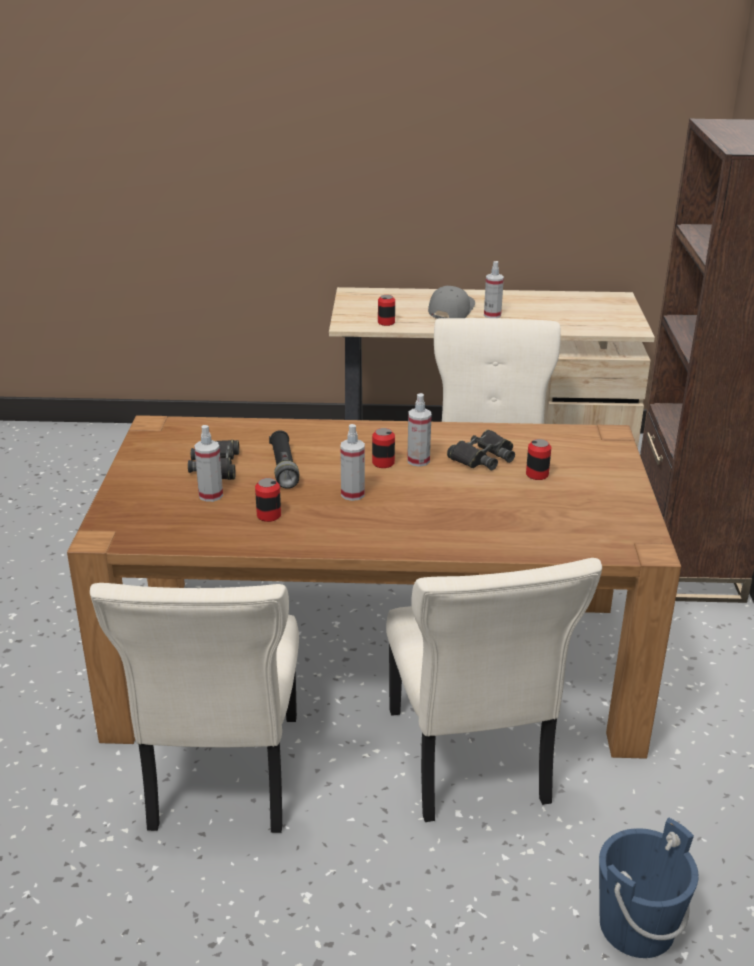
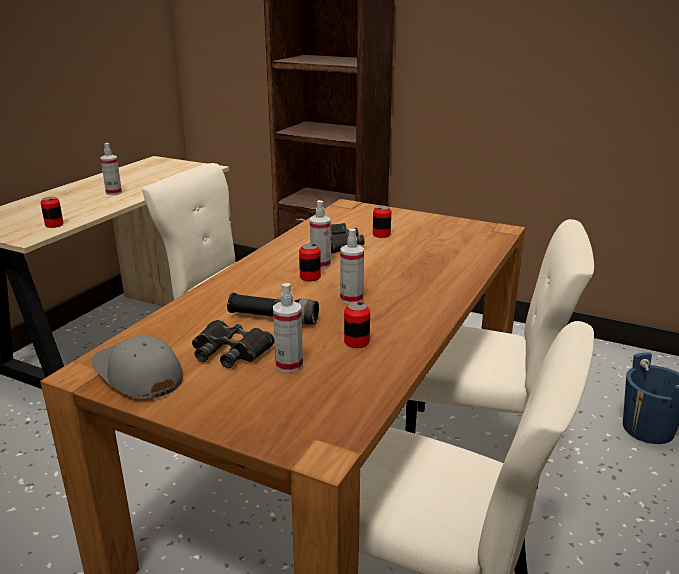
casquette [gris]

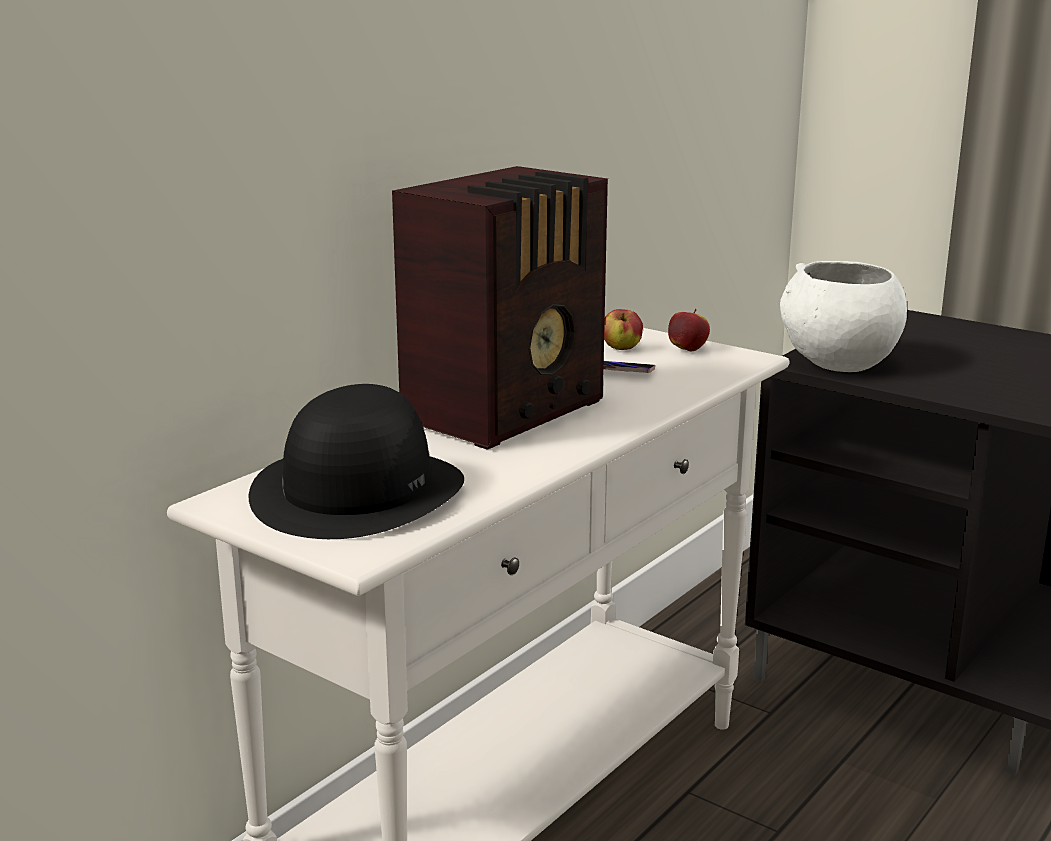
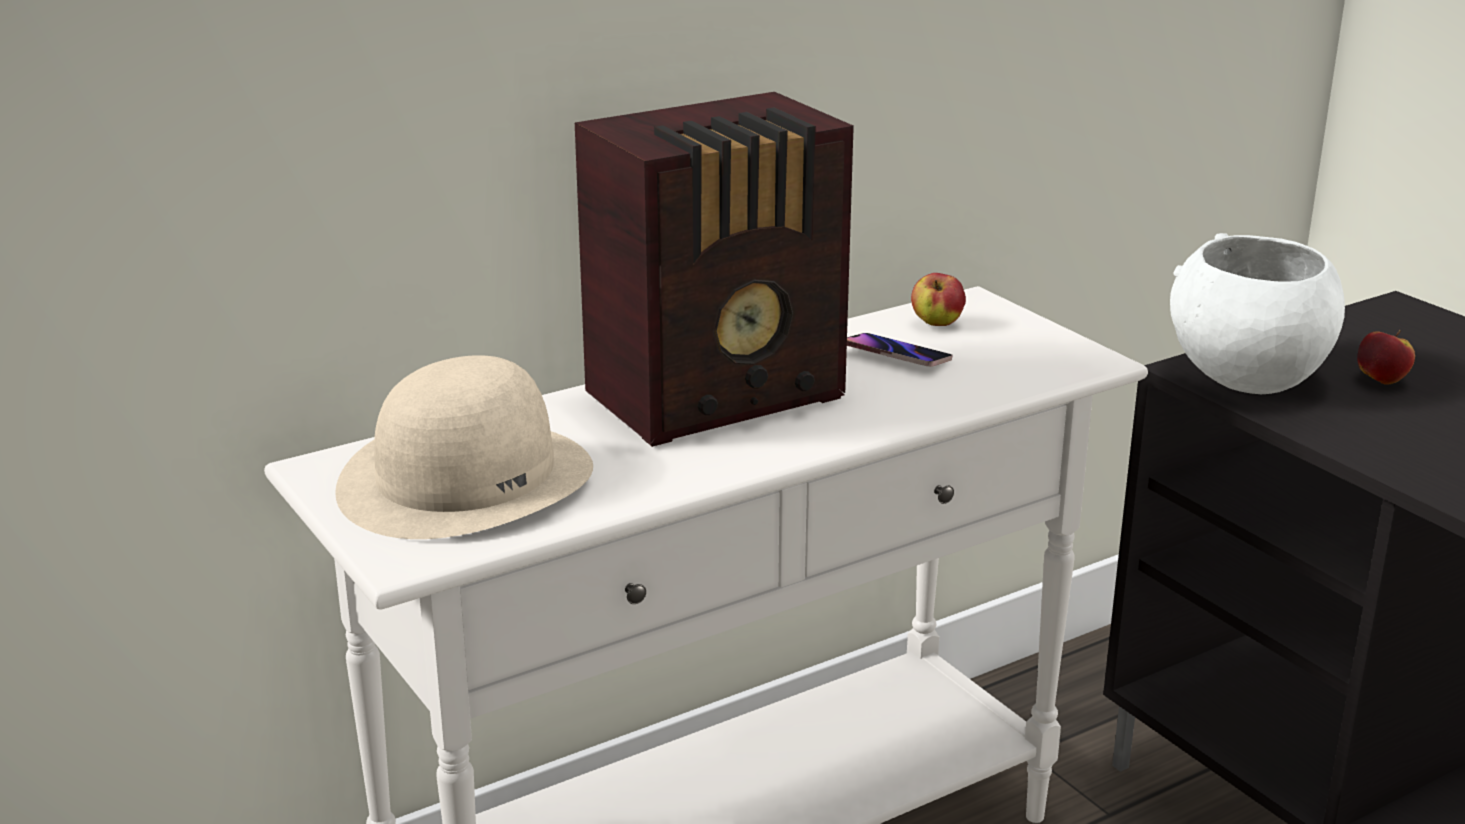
chapeau [beige]; pomme (no. 2 from left)

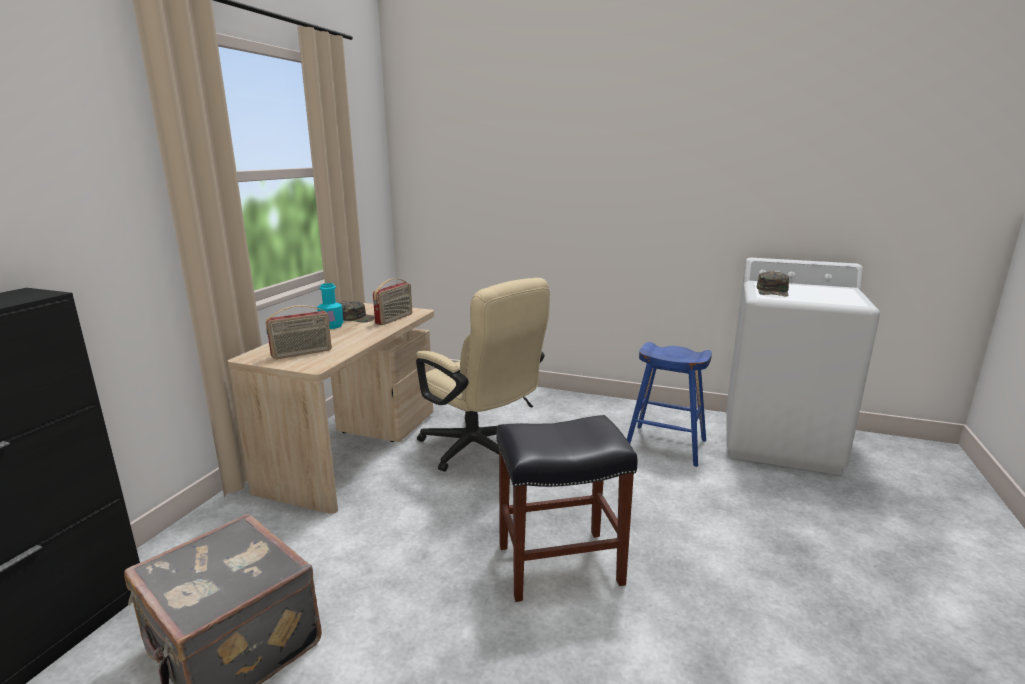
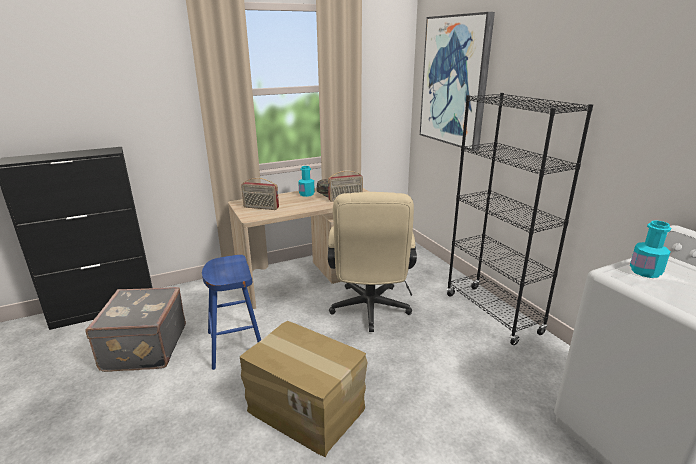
tabouret [bleu]; carton; tableau; bibliothèque [noir]; bouteille [turquoise] (no. 2 from left)

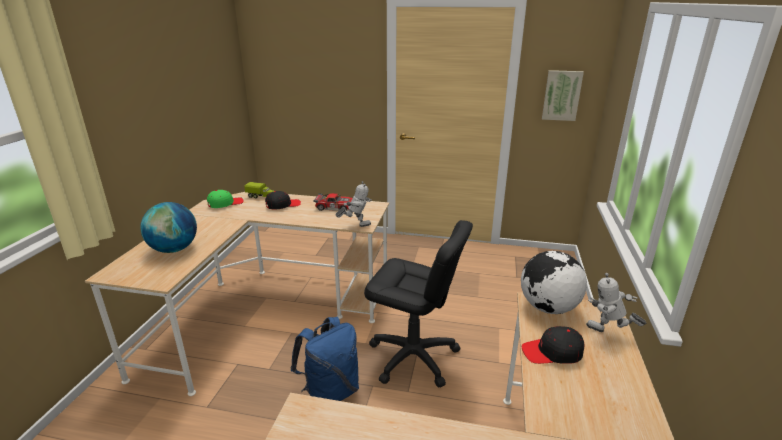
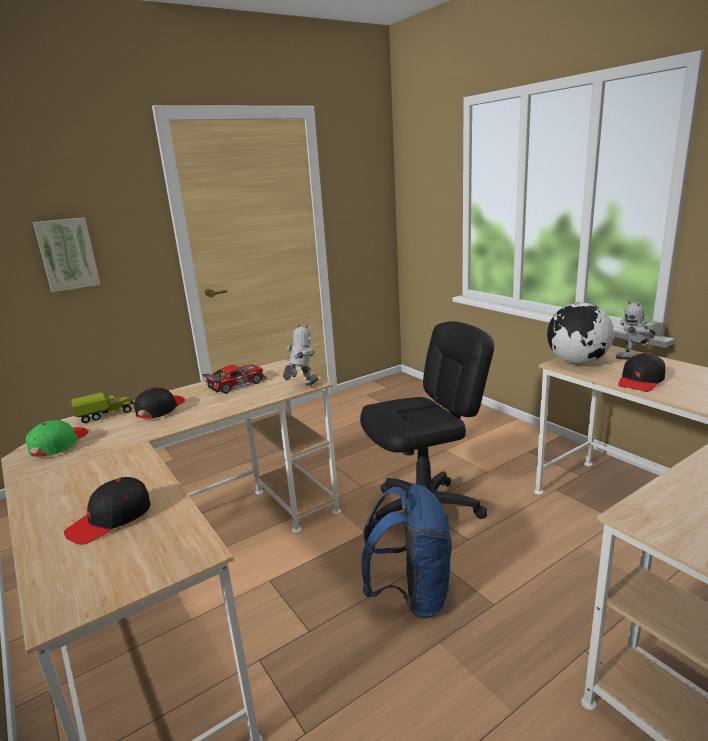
tableau; casquette [noir] (no. 1 from left)

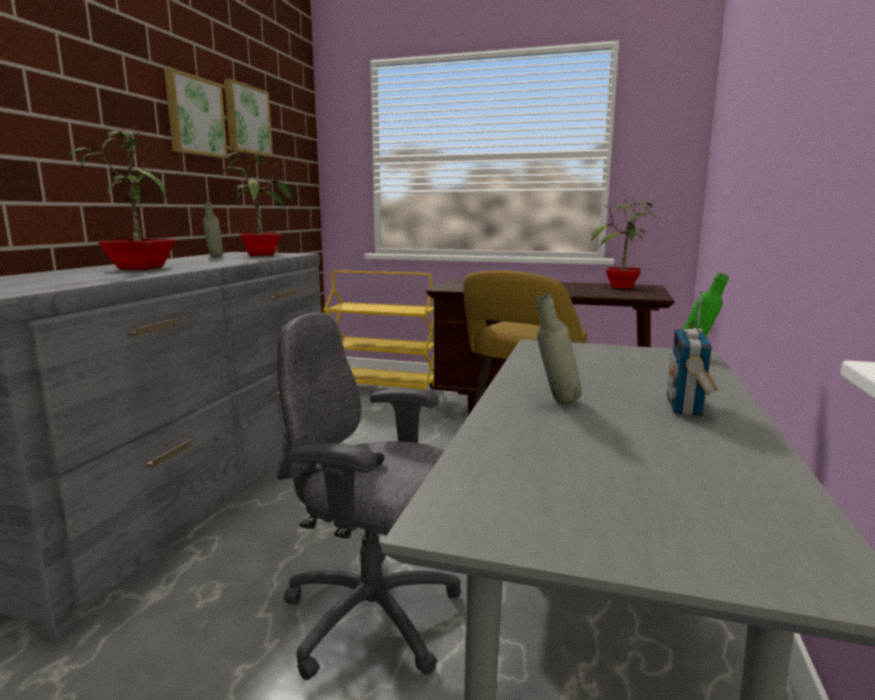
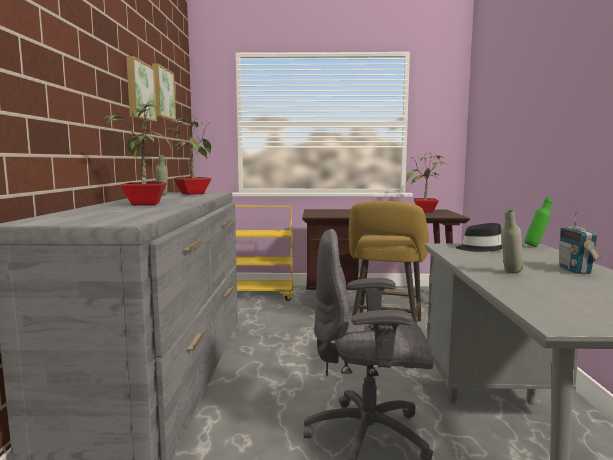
chapeau [noir]

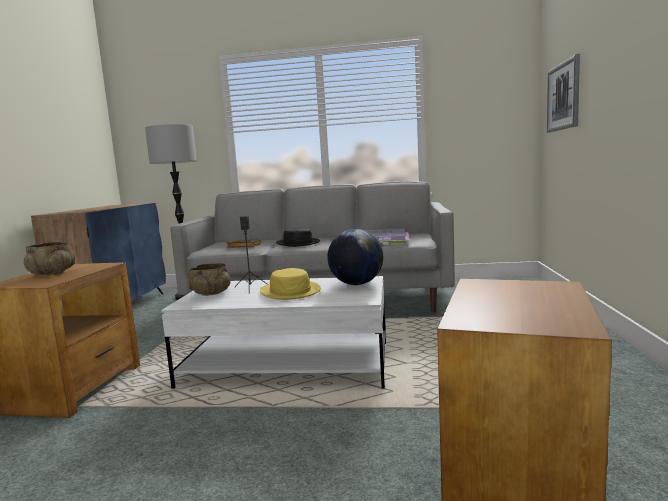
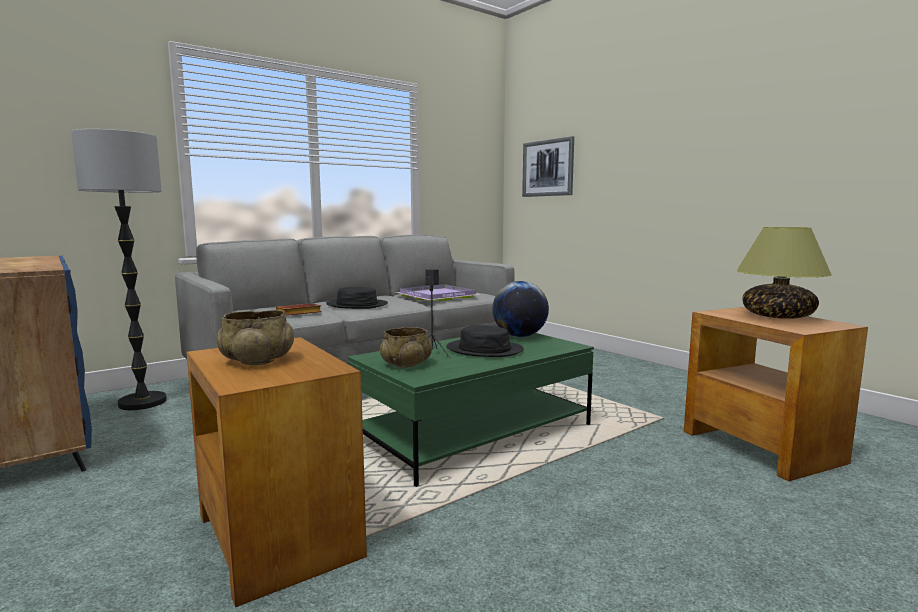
table basse [vert]; chapeau [noir] (no. 2 from left); lampe de table

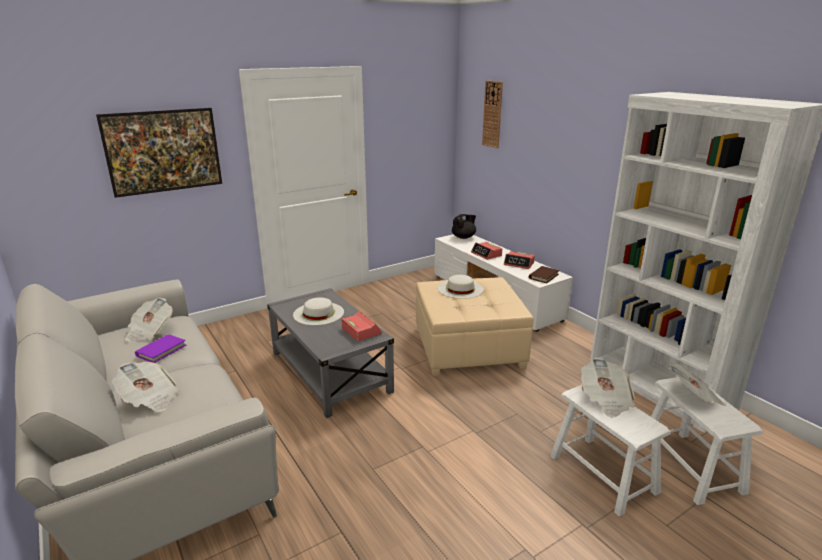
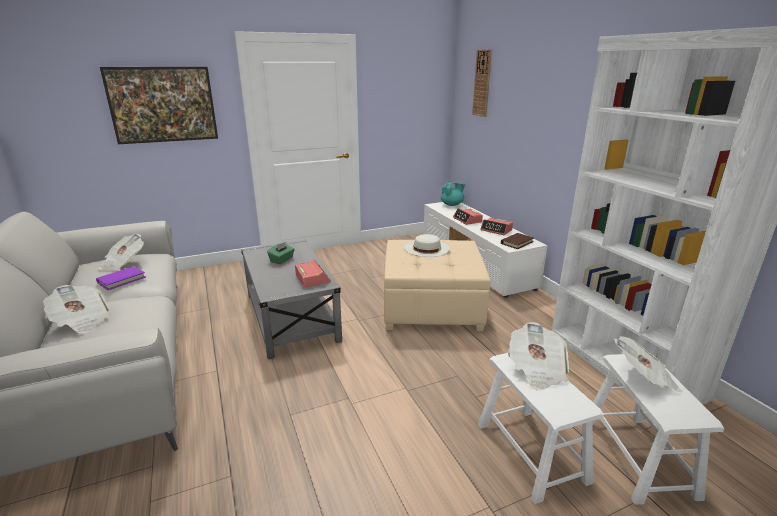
boîte à mouchoirs [vert]; théière [turquoise]

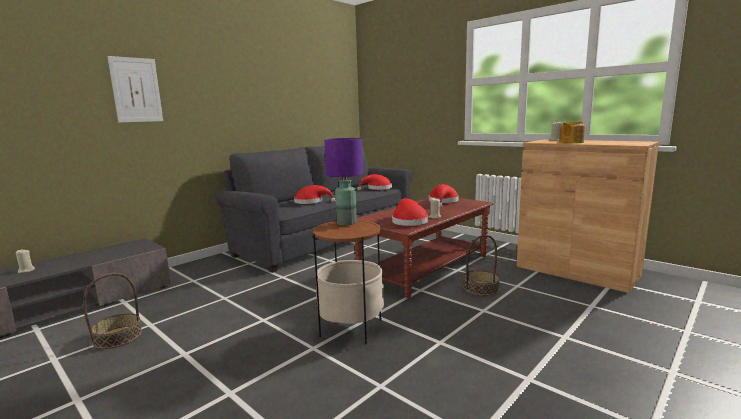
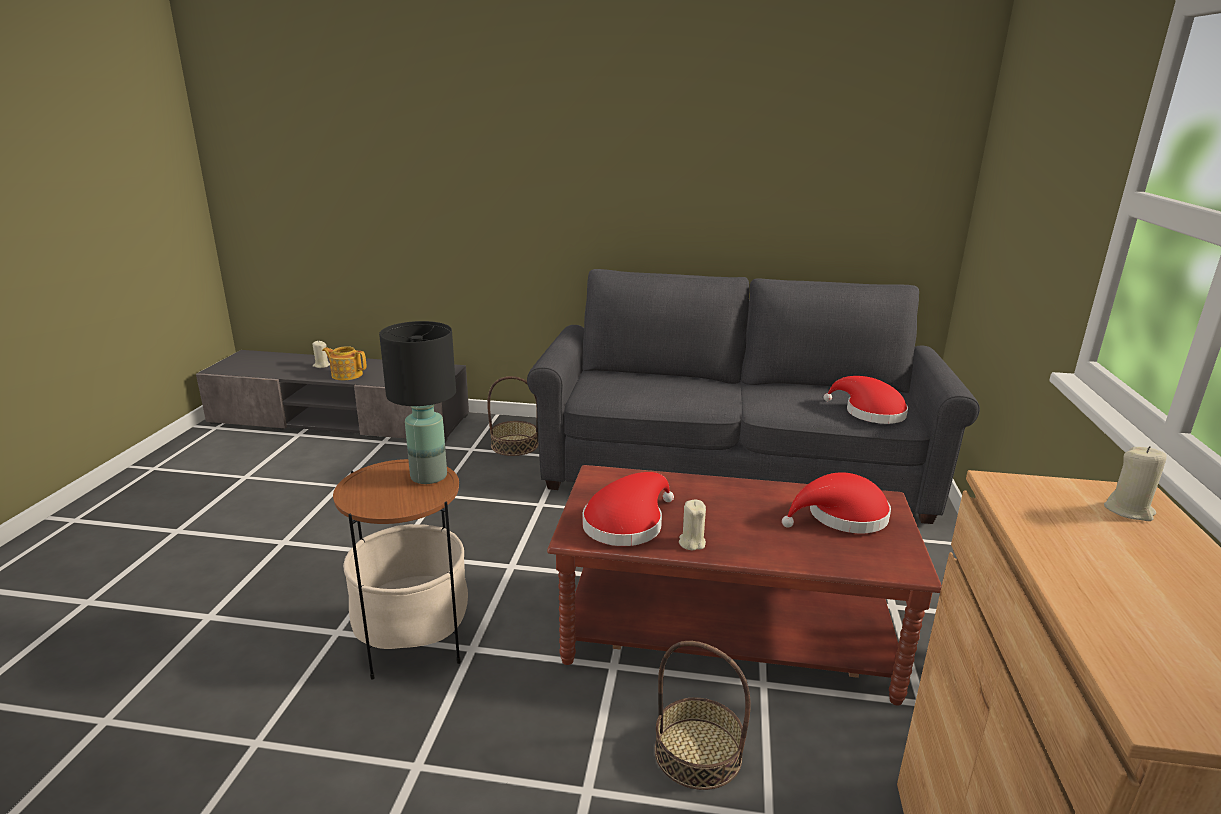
théière; lampe de table [noir]; panier (no. 1 from left); tableau; chapeau [rouge] (no. 1 from left in the first image)

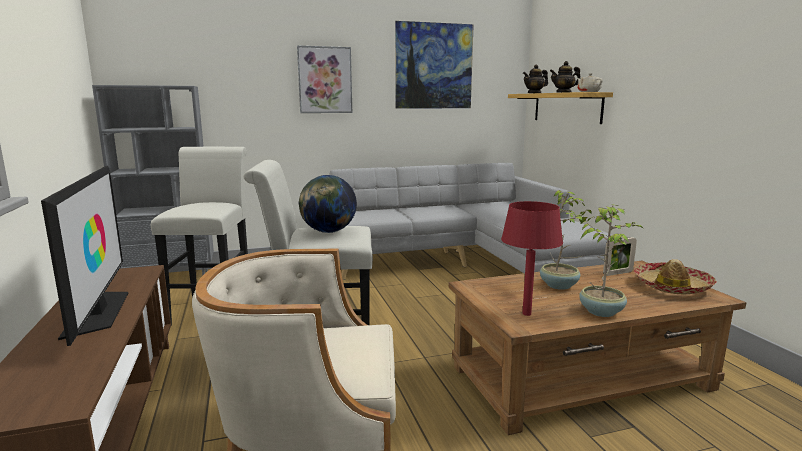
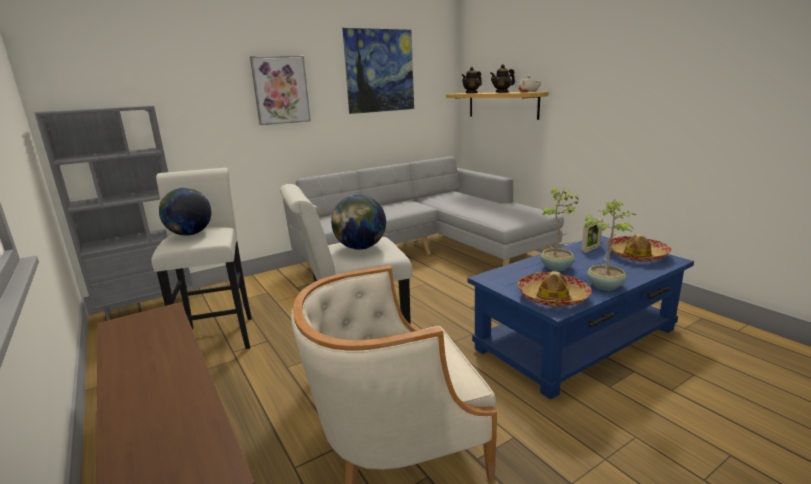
globe (no. 1 from left); table basse [bleu]; chapeau (no. 1 from left); téléviseur

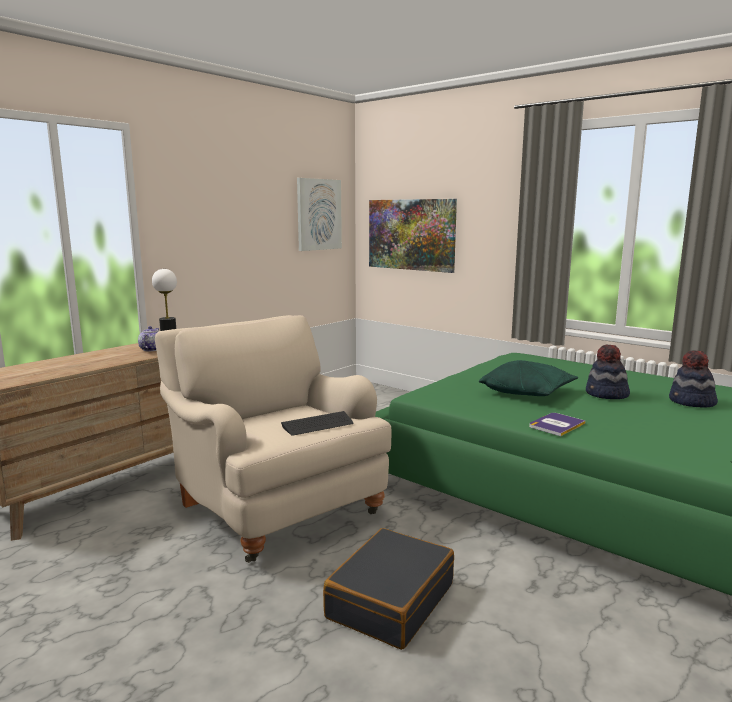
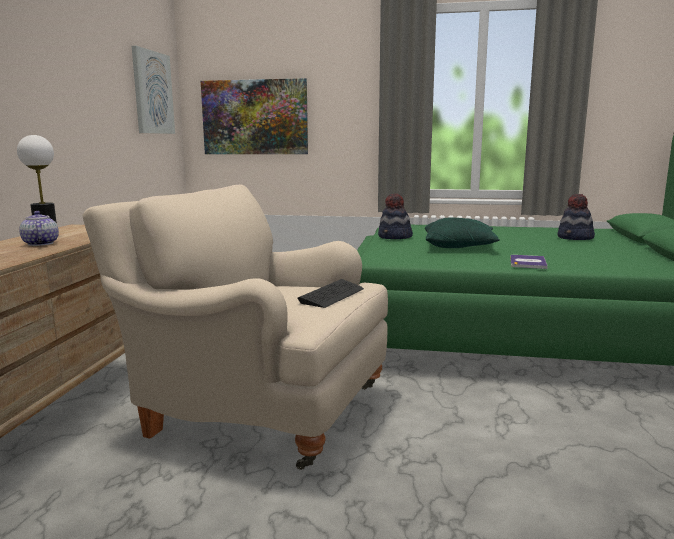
chapeau (no. 1 from left); valise [noir]

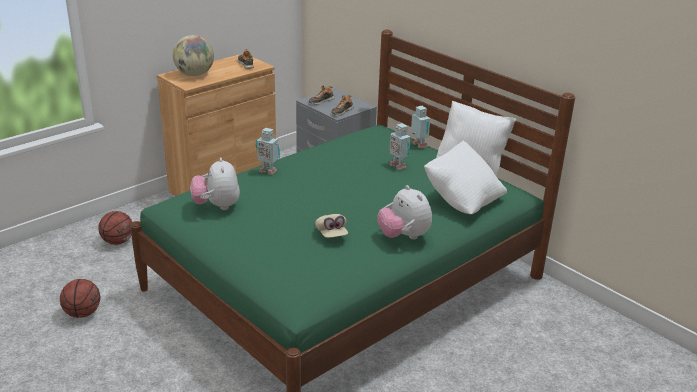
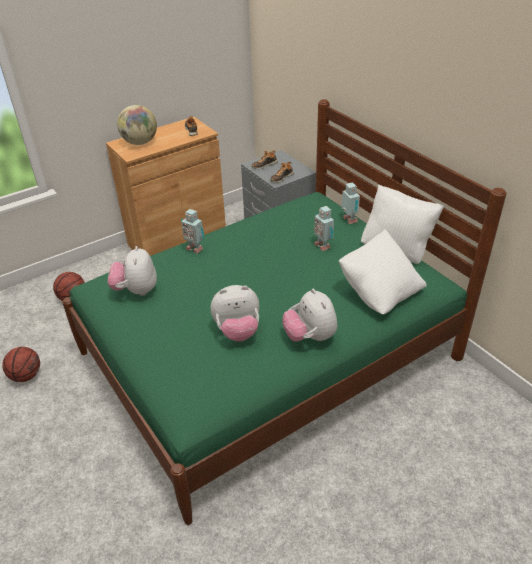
peluche (no. 2 from left)

